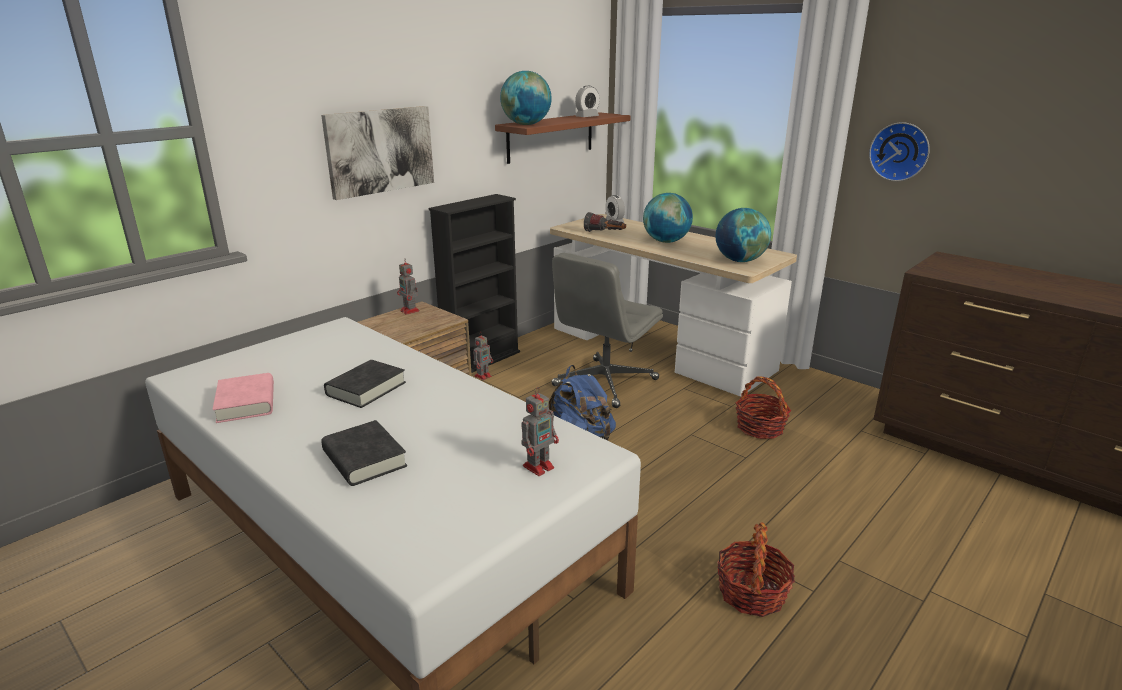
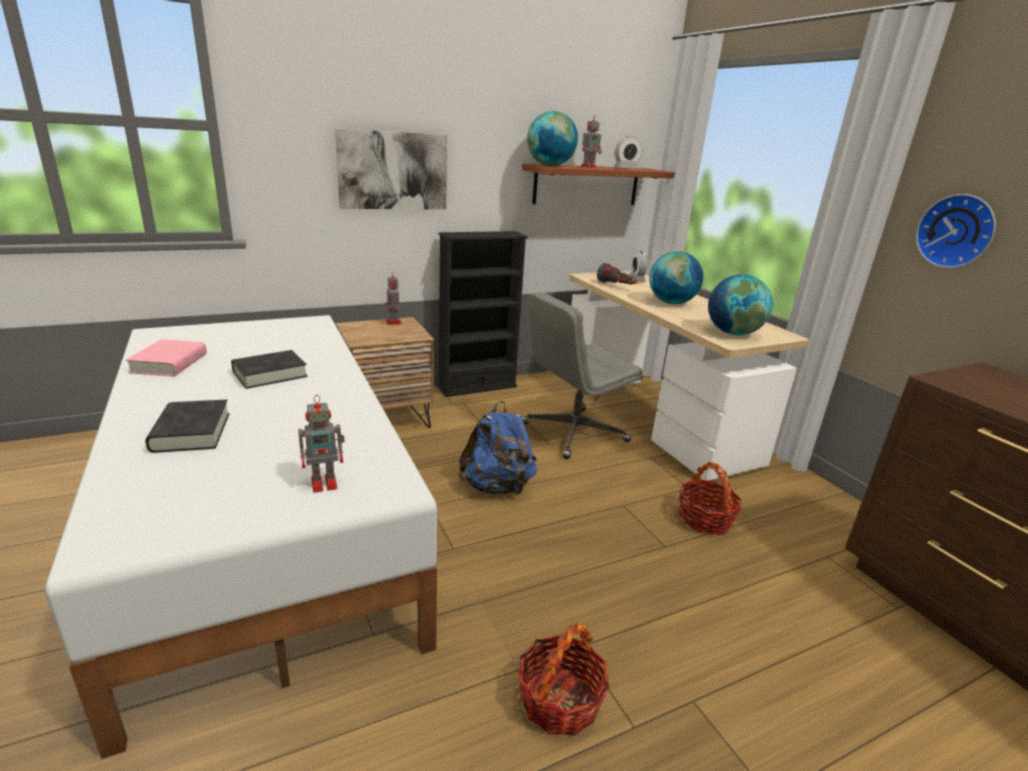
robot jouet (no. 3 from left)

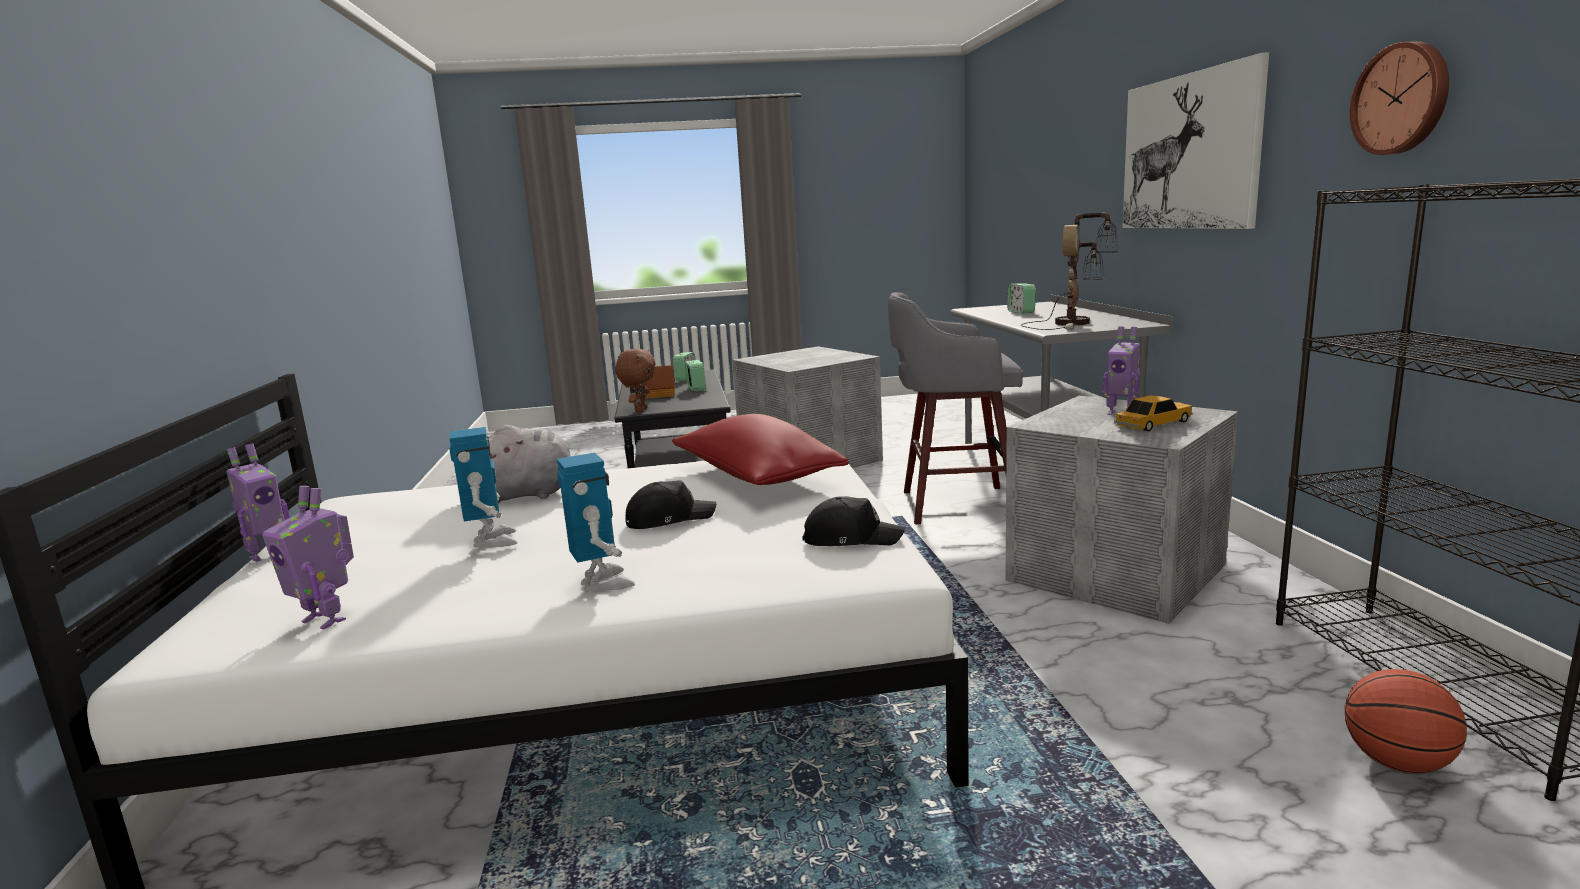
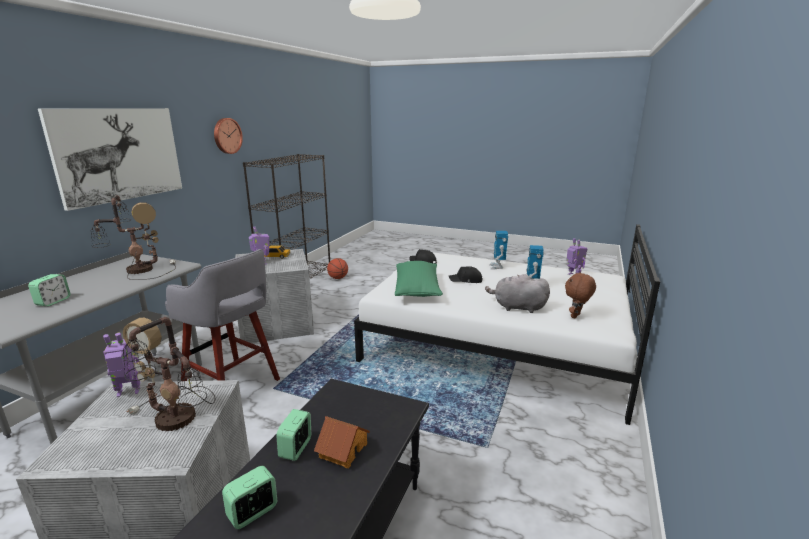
robot jouet (no. 1 from left); lampe de table (no. 2 from left); coussin [vert]; peluche [marron]

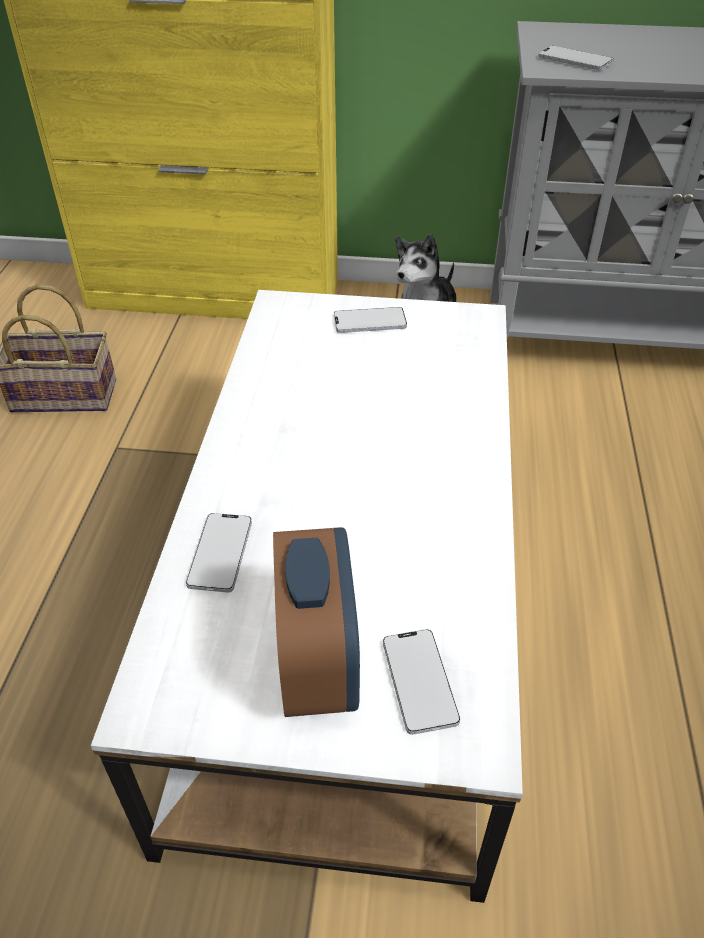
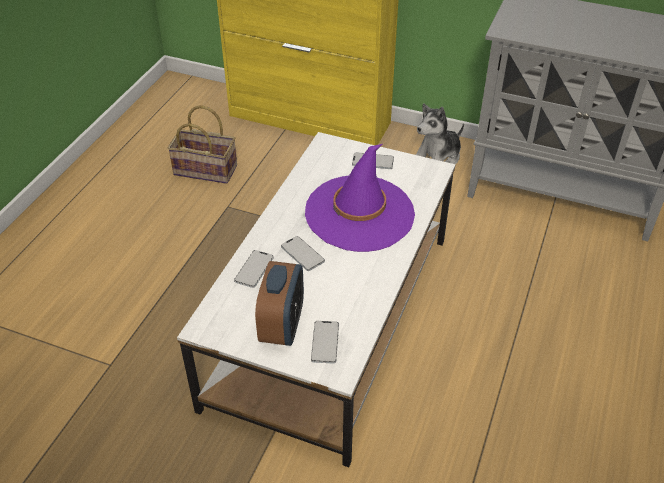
téléphone (no. 2 from left); chapeau [violet]

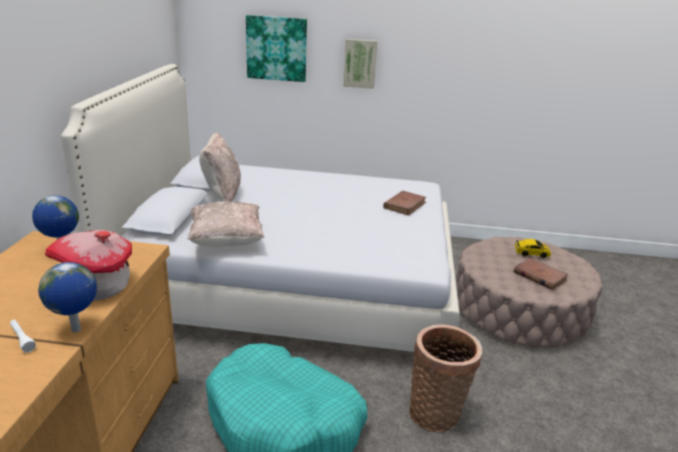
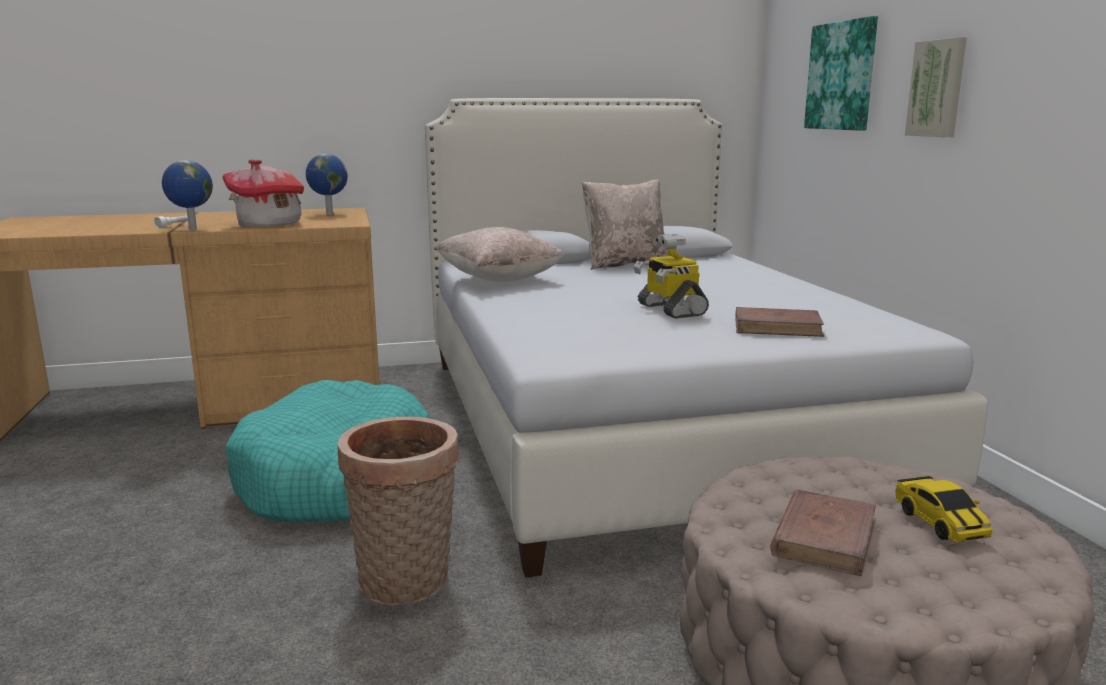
robot jouet

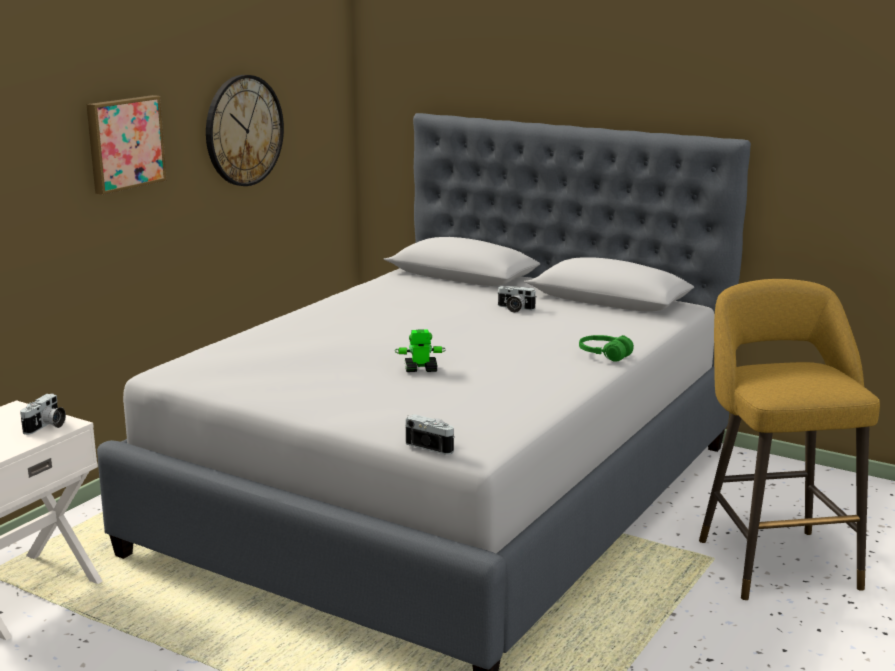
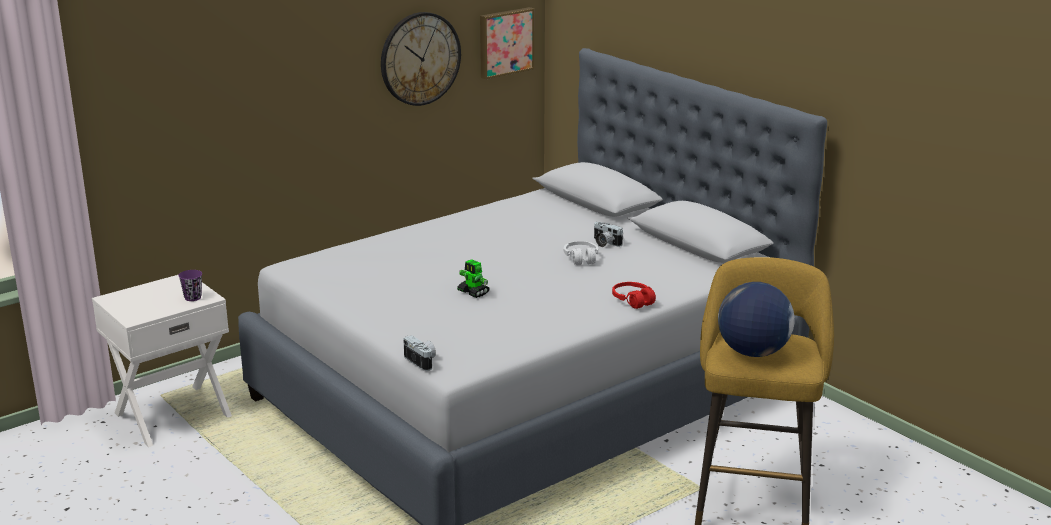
tasse [violet]; robot jouet; tableau; casque audio [blanc]; casque audio [rouge]; globe

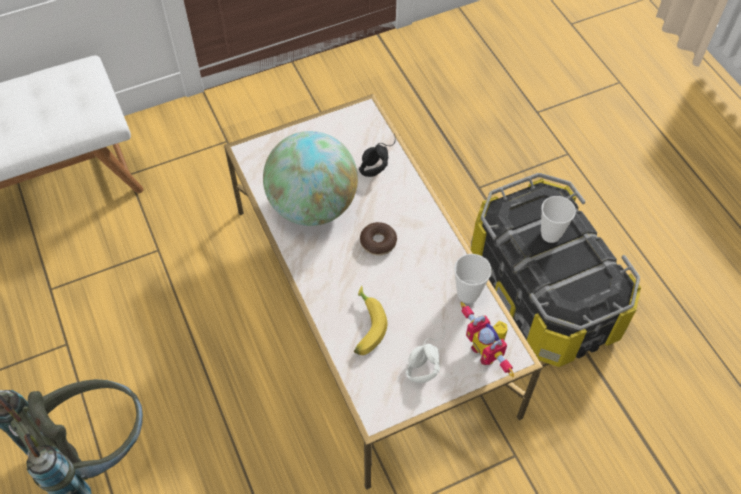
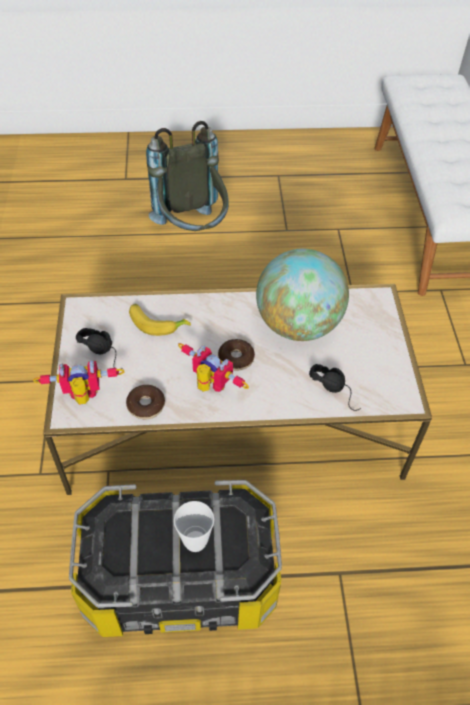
casque audio [noir] (no. 1 from left); beignet (no. 1 from left); robot jouet (no. 2 from left)

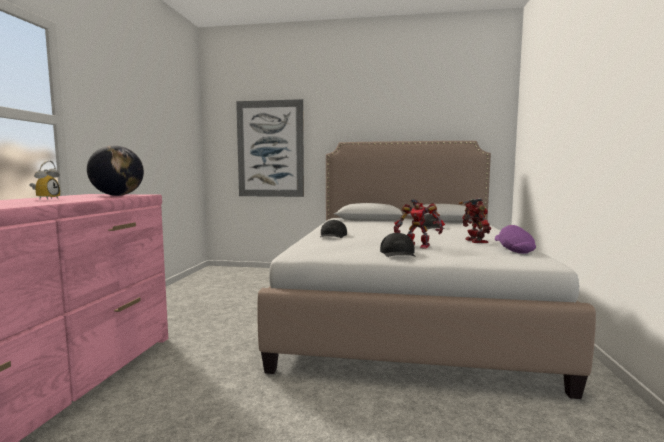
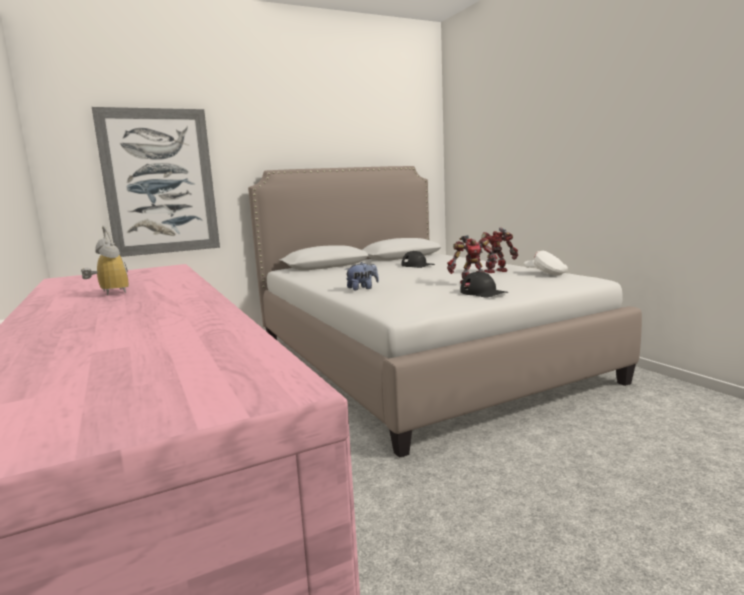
peluche; robot jouet (no. 2 from left); casquette [blanc]; globe

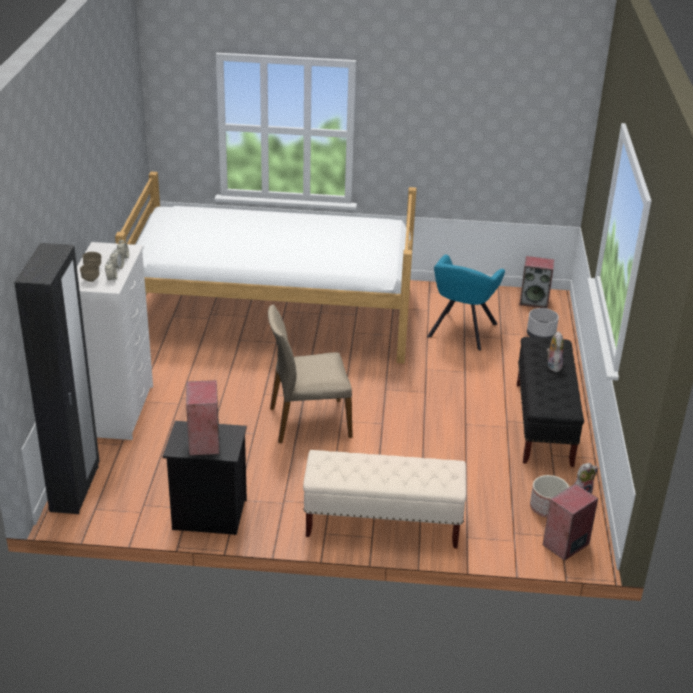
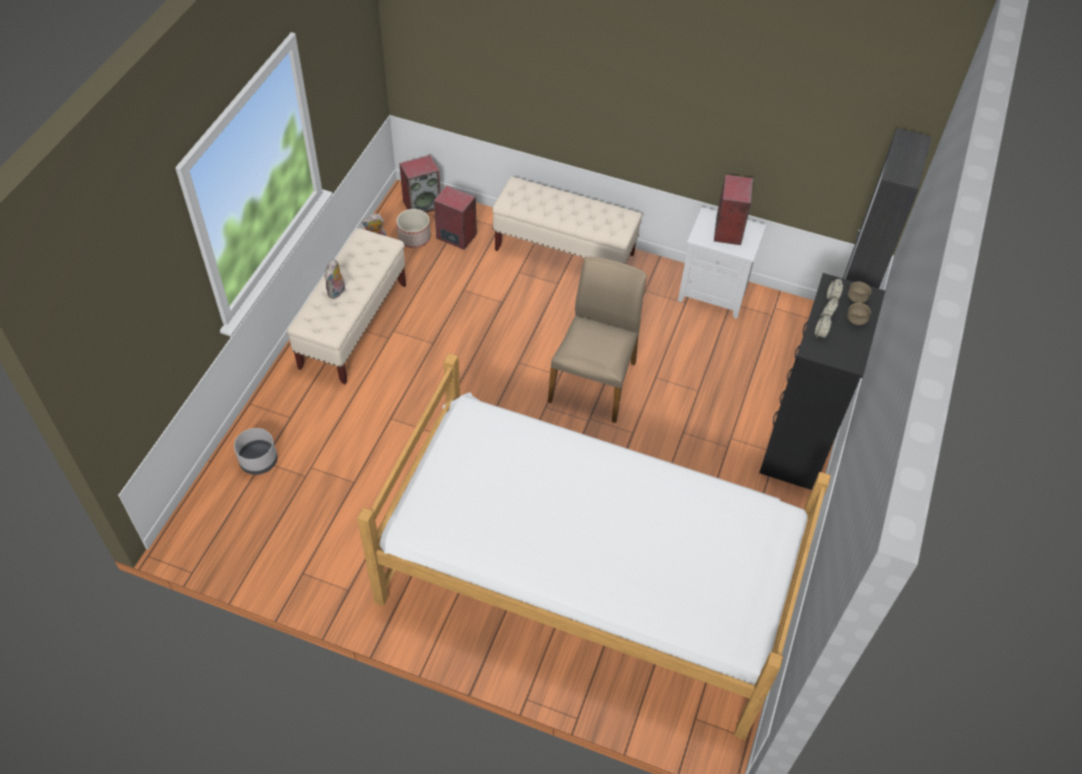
banc [beige] (no. 1 from left); enceinte (no. 2 from left); chaise [beige]; table de chevet [blanc]; commode [noir]; fauteuil [turquoise]

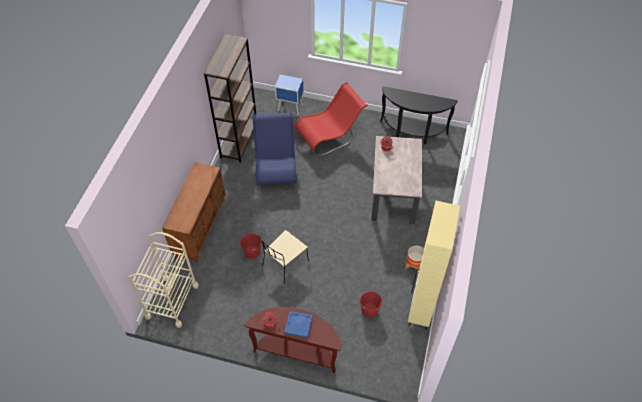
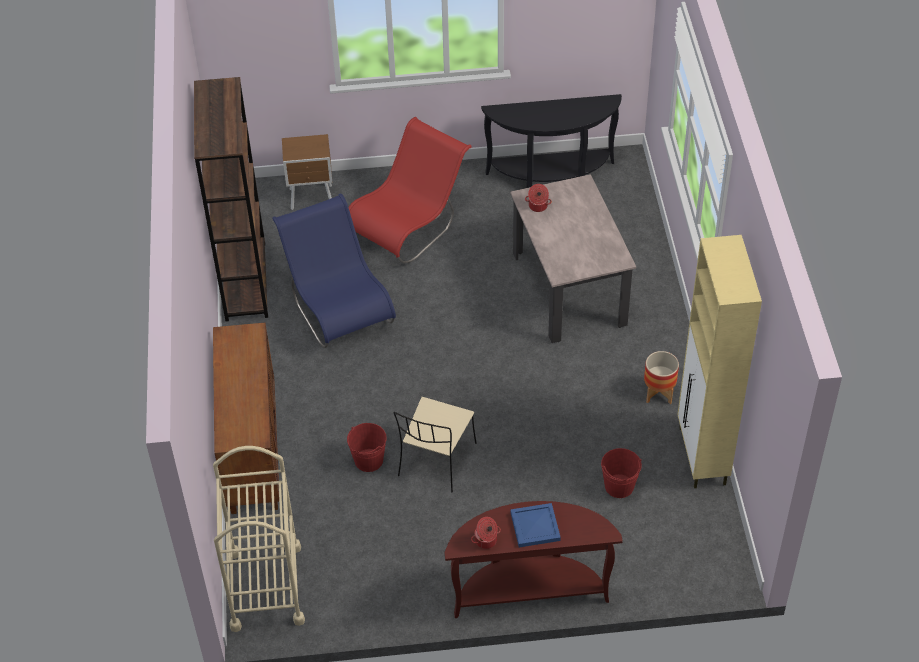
table de chevet [marron]

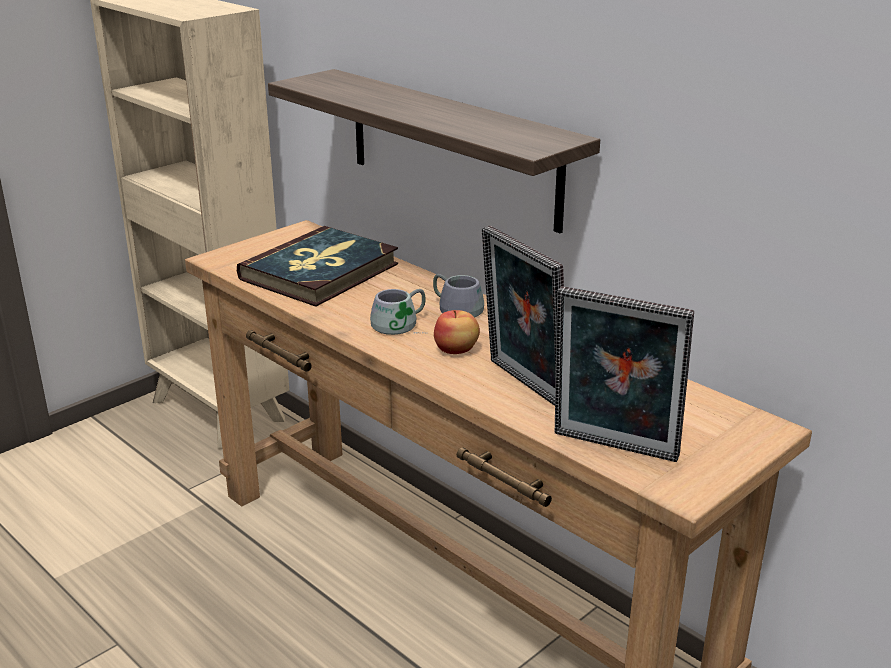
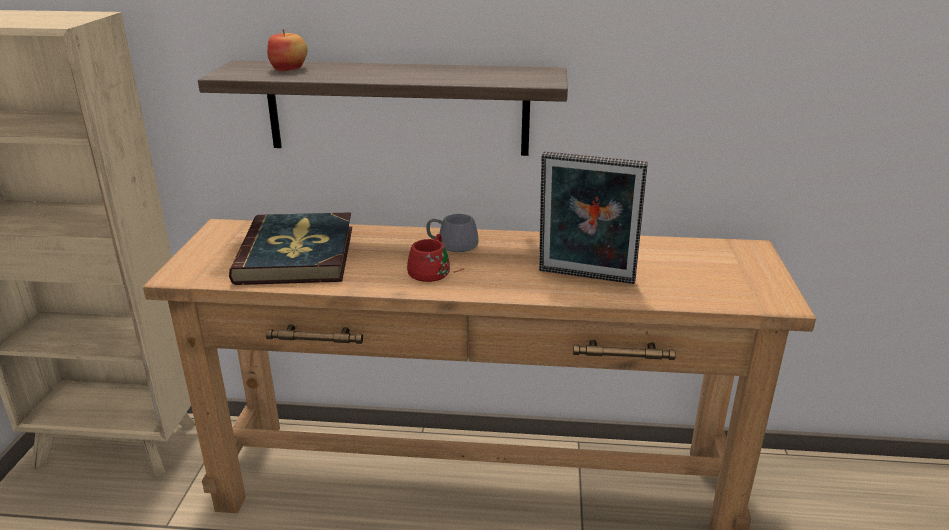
pomme; mug [rouge]; cadre photo (no. 2 from left in the first image)

